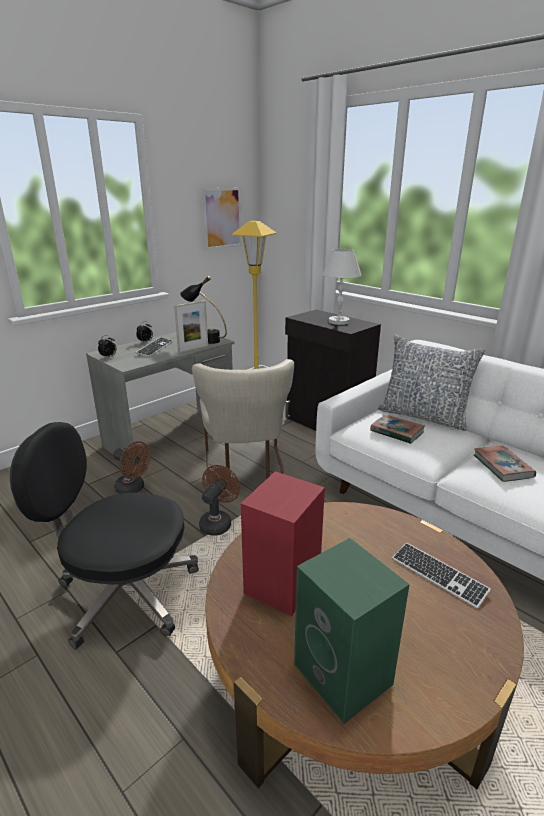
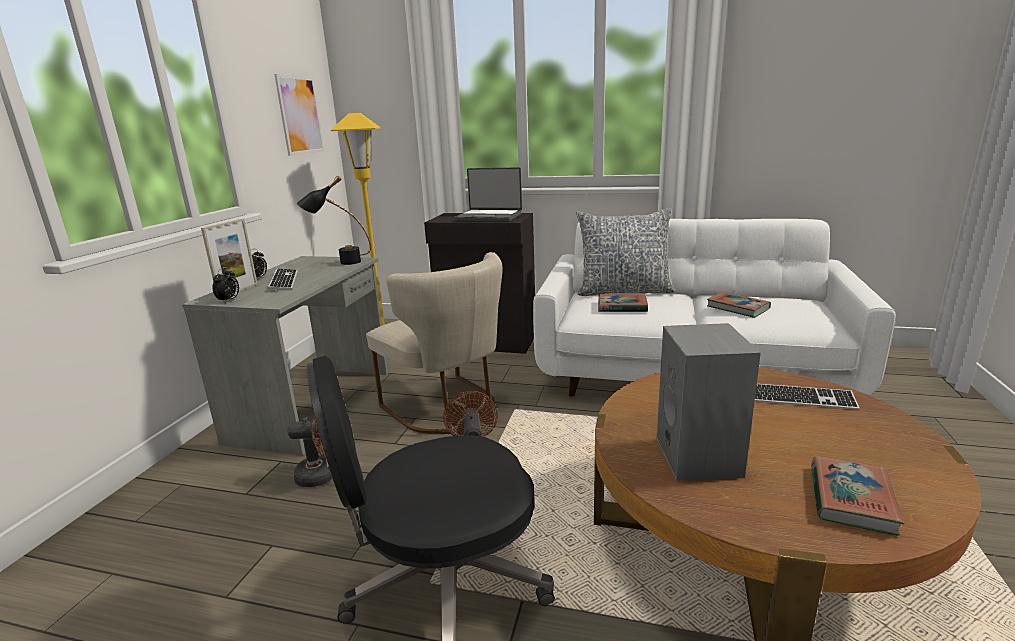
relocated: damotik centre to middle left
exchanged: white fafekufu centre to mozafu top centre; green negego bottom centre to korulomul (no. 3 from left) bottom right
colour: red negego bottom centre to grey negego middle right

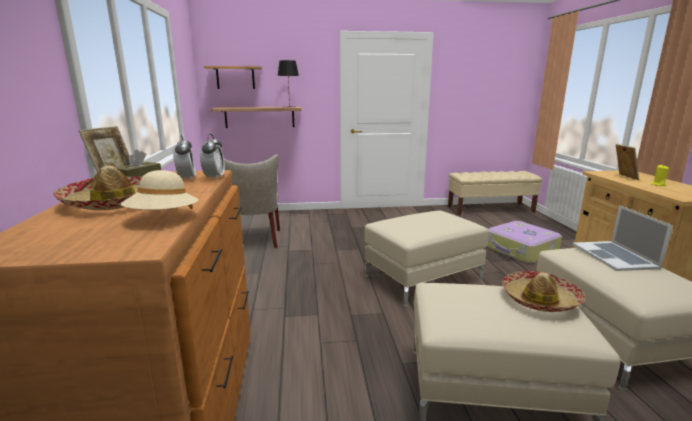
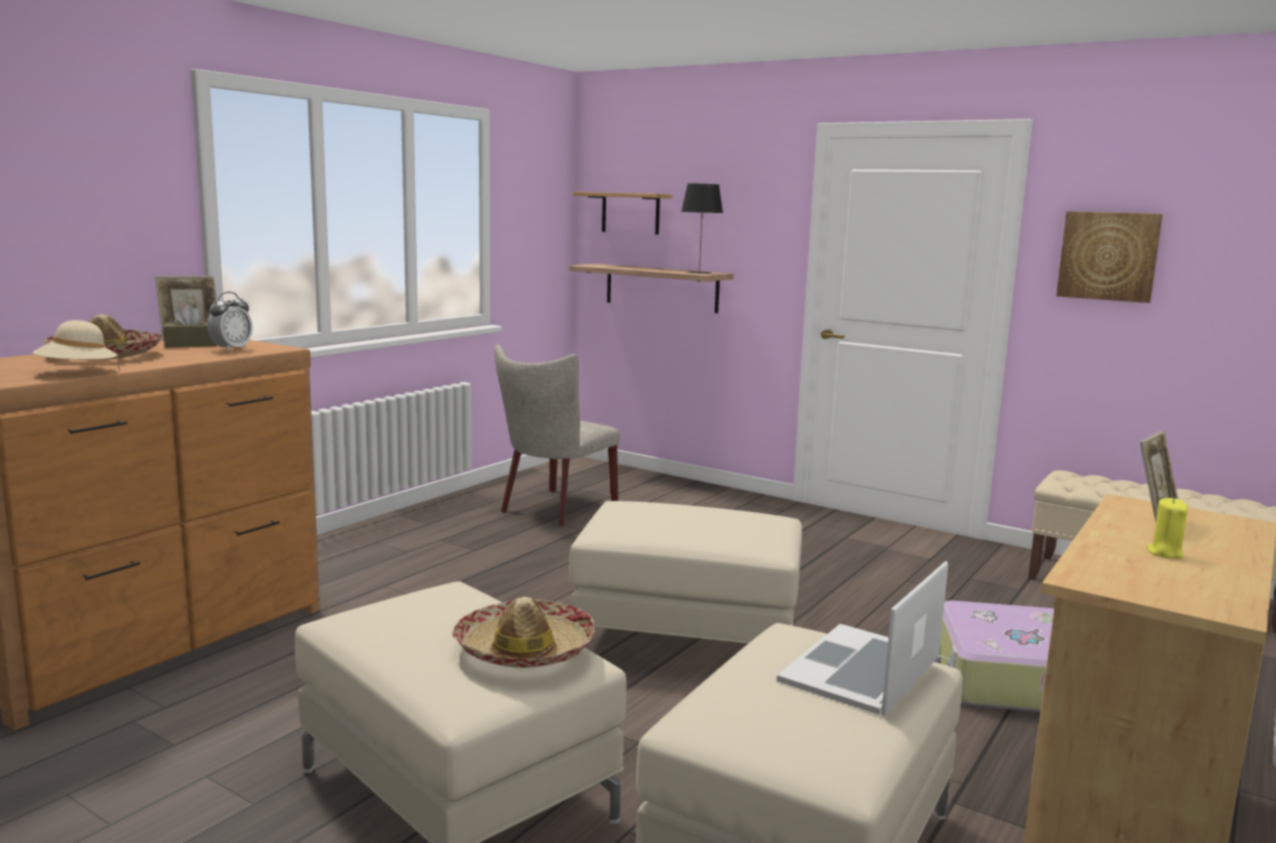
missing: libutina (no. 2 from left) middle left
appeared: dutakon top right

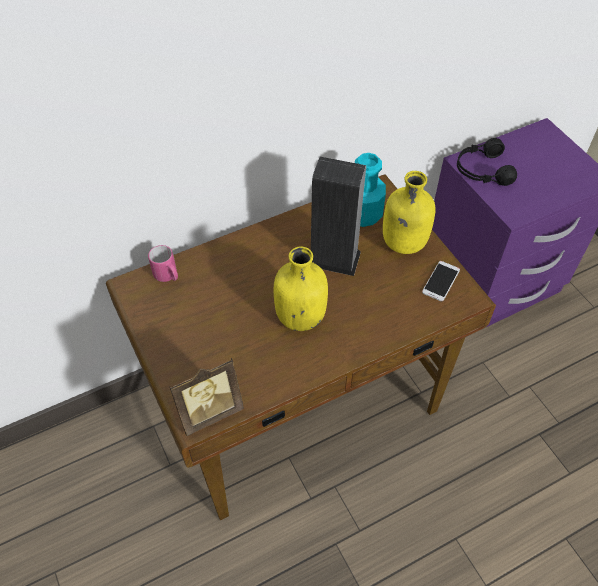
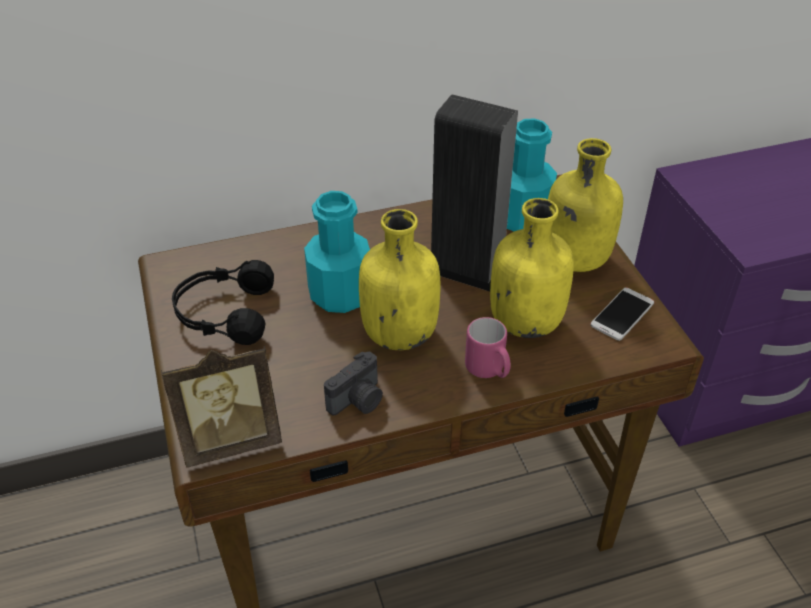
appeared: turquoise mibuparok (no. 1 from left) centre; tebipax centre; yellow mibuparok (no. 2 from left) centre
relocated: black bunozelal top right to middle left; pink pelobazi middle left to centre

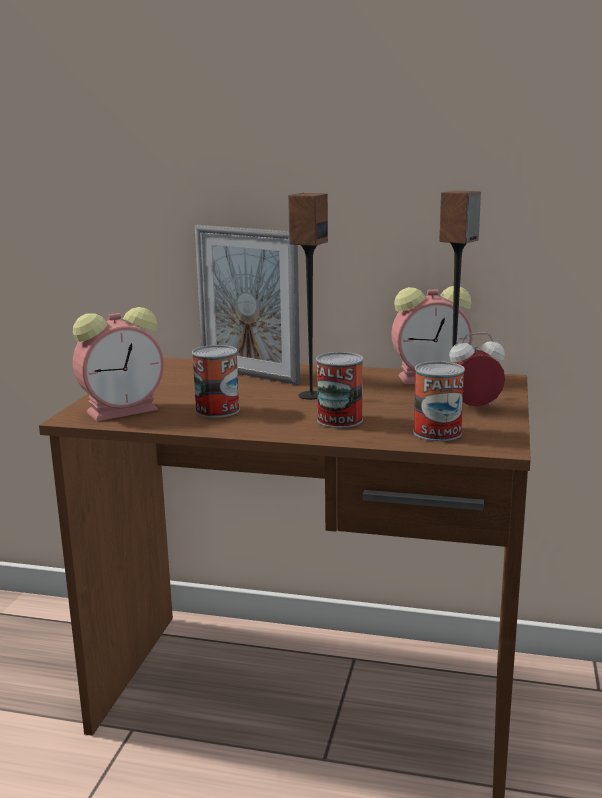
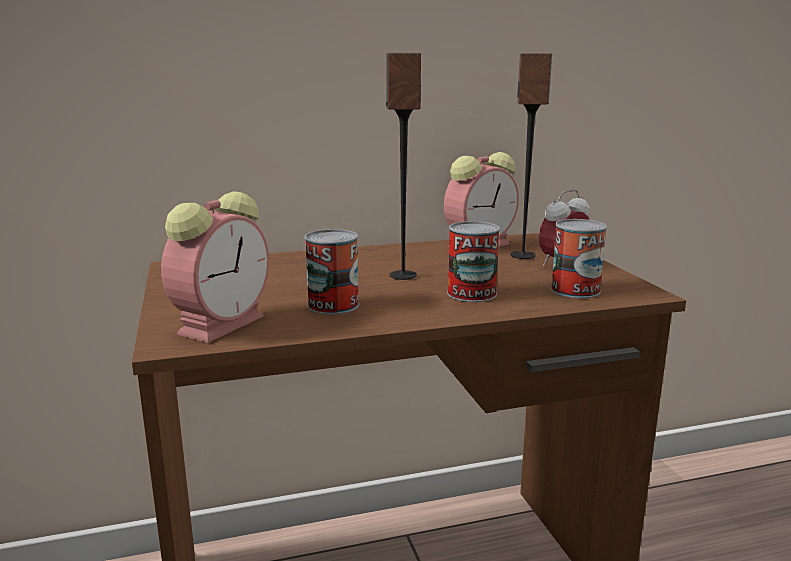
missing: damotik centre

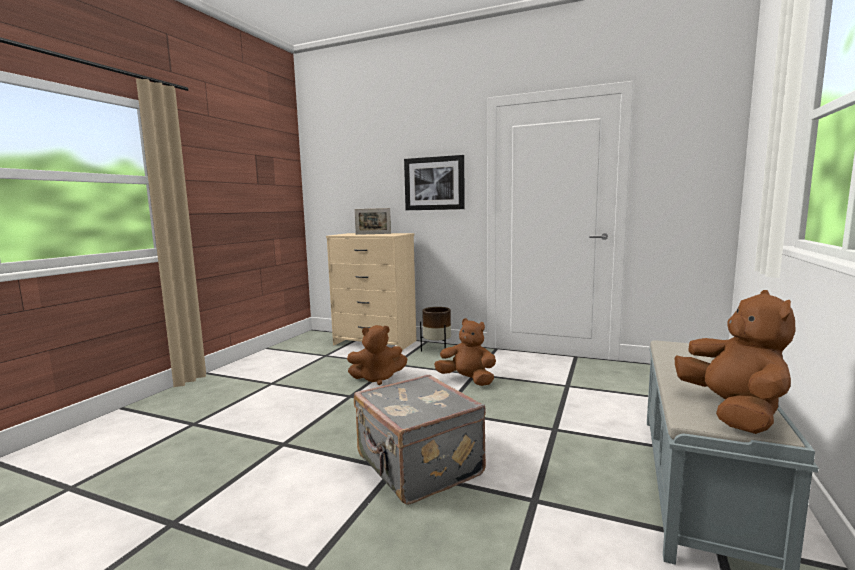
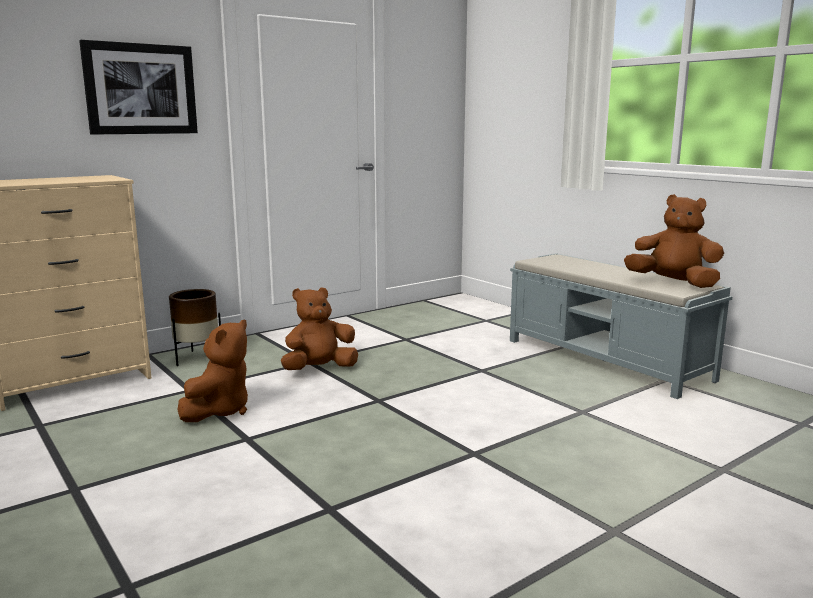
missing: damotik centre; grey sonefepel bottom centre

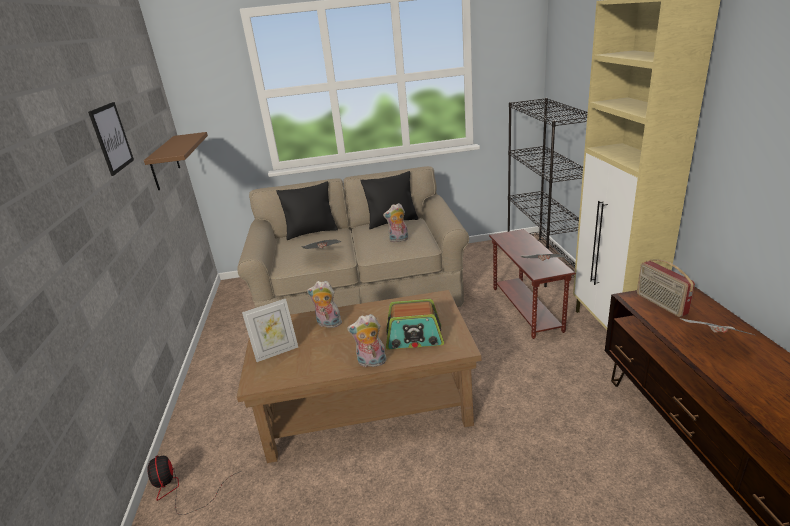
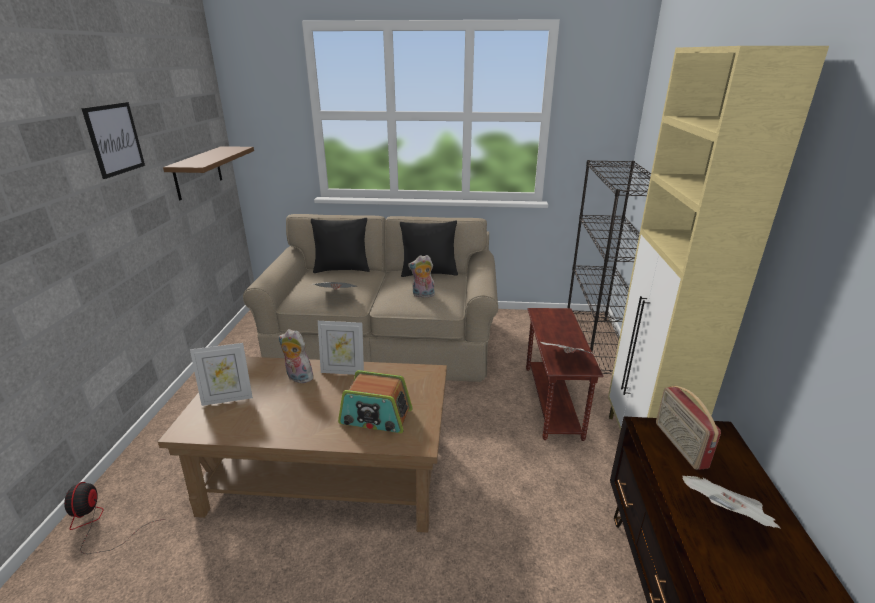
missing: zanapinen (no. 2 from left) centre
appeared: damotik (no. 2 from left) centre

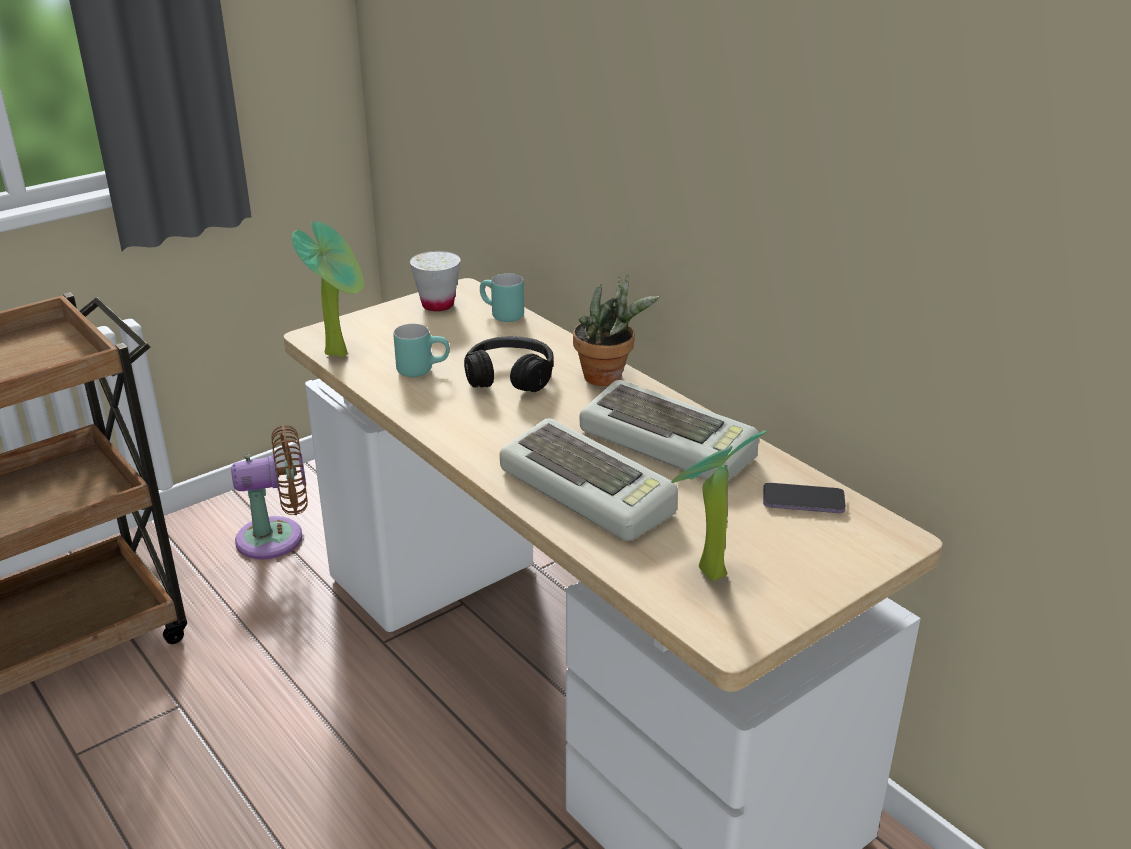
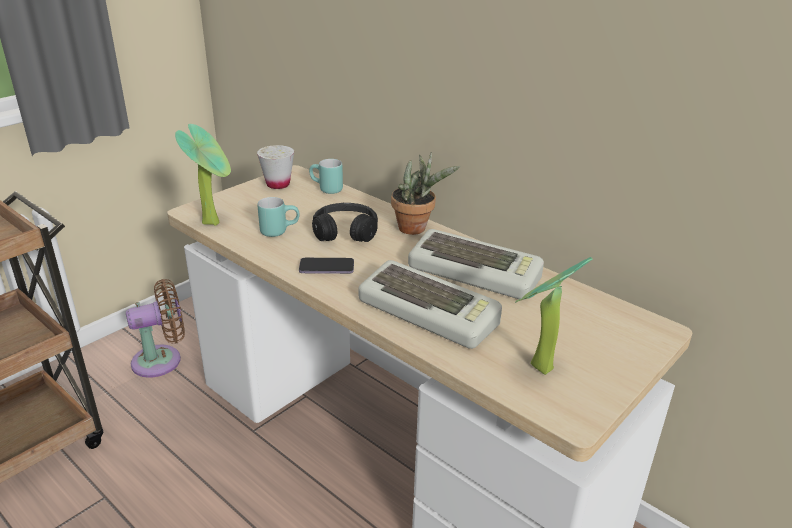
relocated: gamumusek middle right to centre

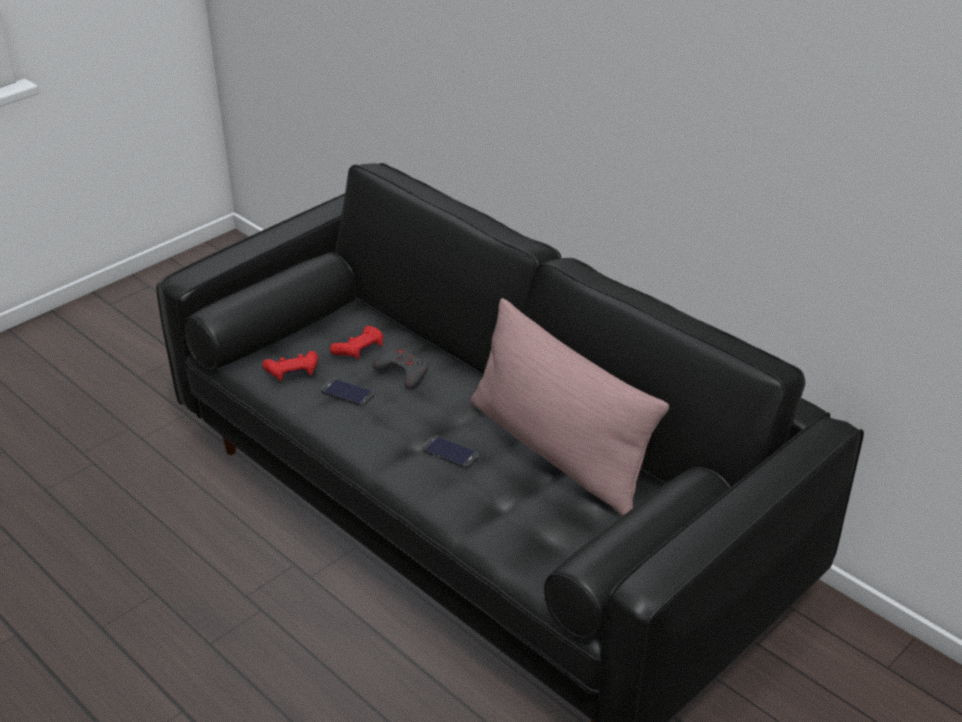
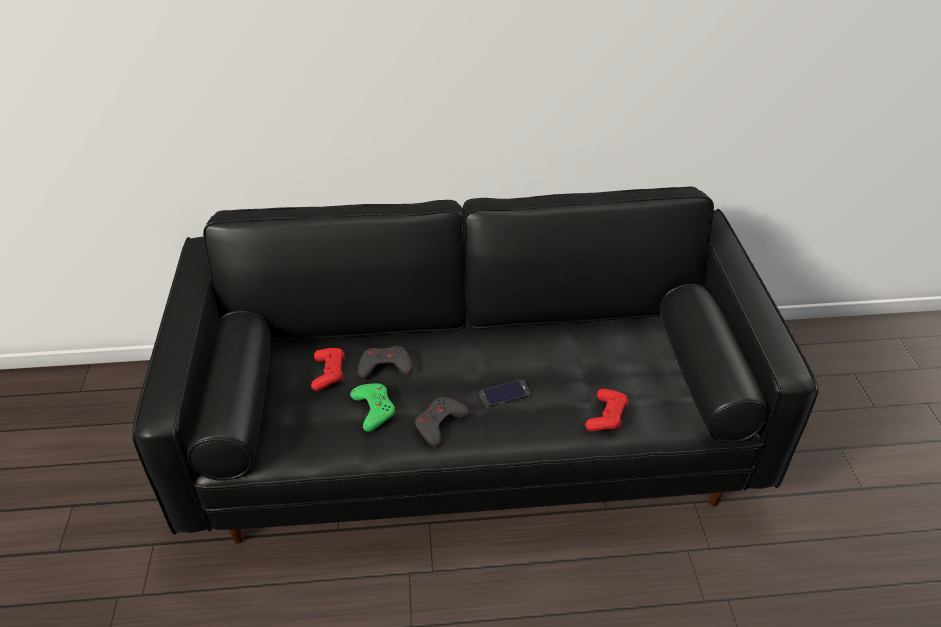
missing: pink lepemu centre
appeared: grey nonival (no. 2 from left) bottom centre
relocated: red nonival (no. 1 from left in the first image) middle left to red nonival (no. 2 from left) centre
exchanged: gamumusek (no. 1 from left) centre to green nonival centre

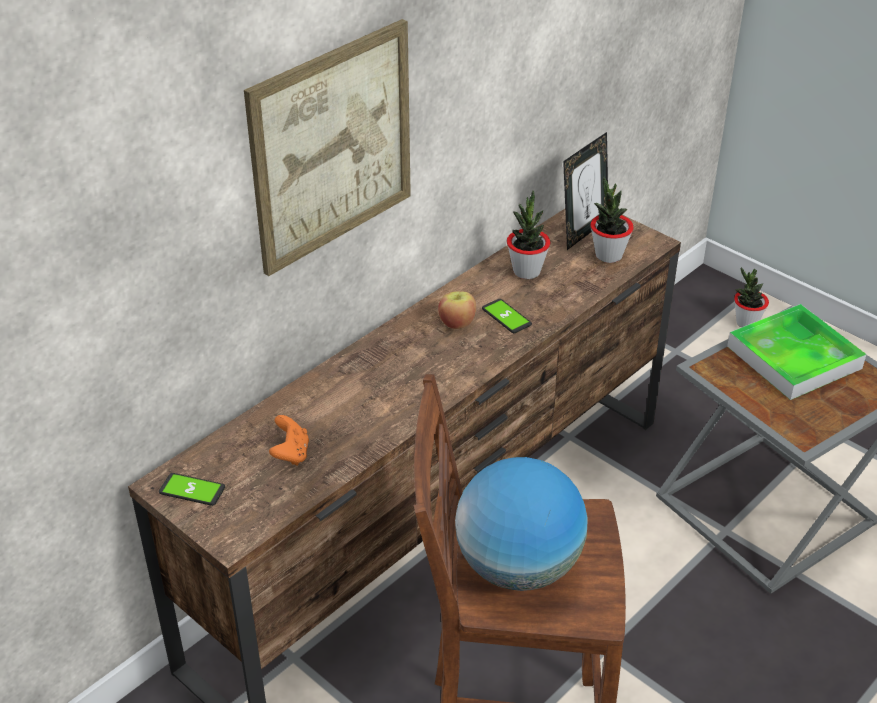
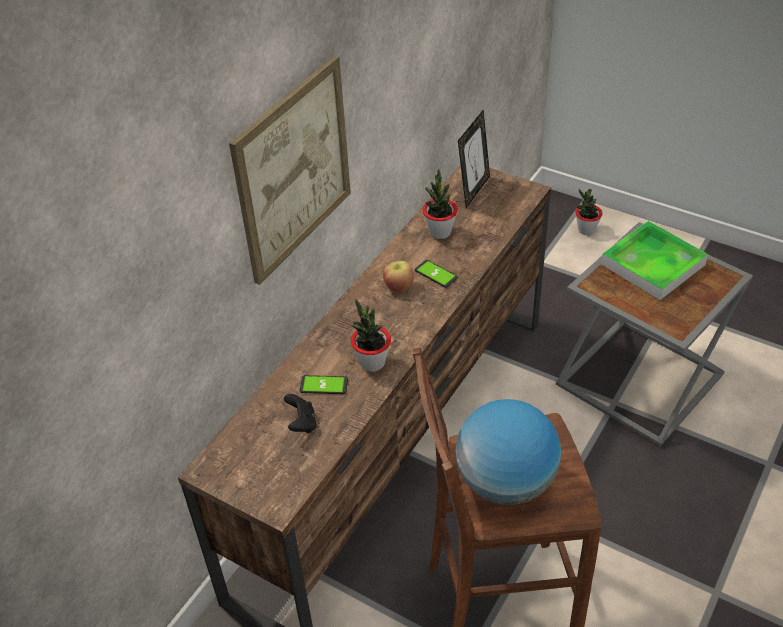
relocated: gamumusek (no. 1 from left) bottom left to centre; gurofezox (no. 2 from left in the first image) top right to gurofezox (no. 1 from left) centre
colour: orange nonival middle left to black nonival centre

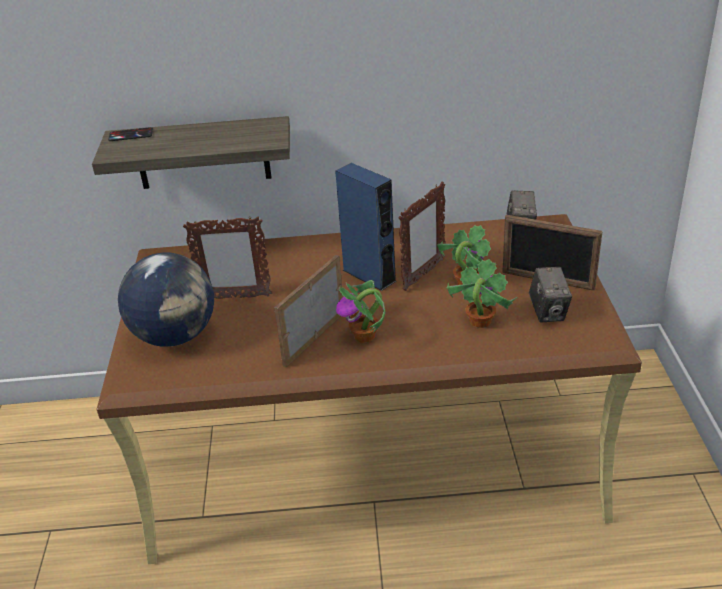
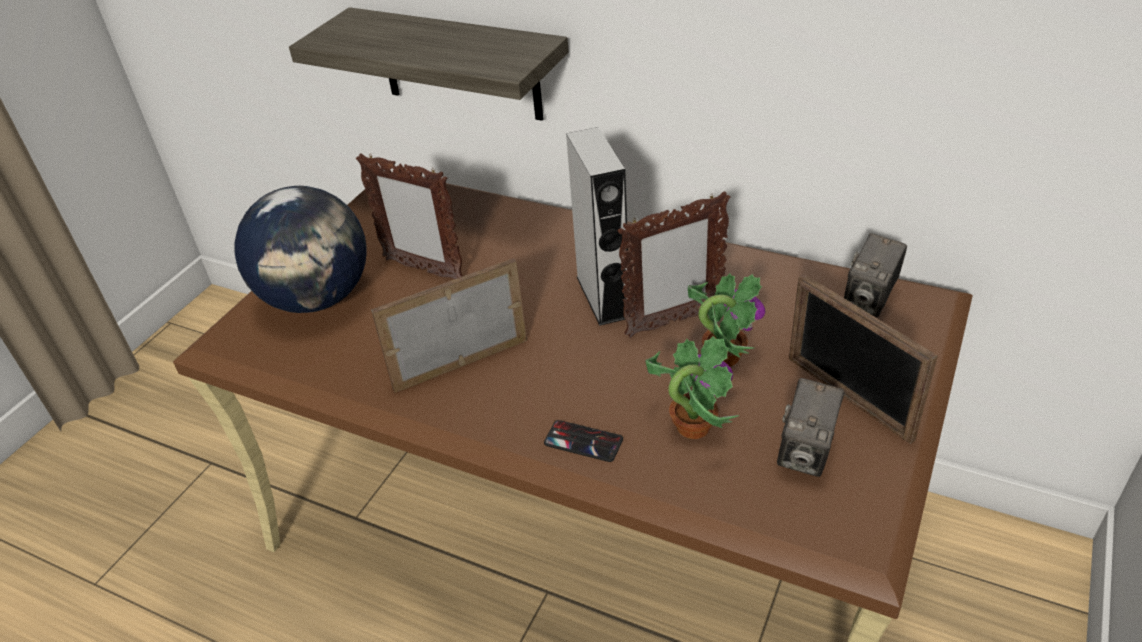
missing: gurofezox (no. 1 from left) centre
relocated: gamumusek top left to bottom centre
colour: blue negego centre to grey negego centre

